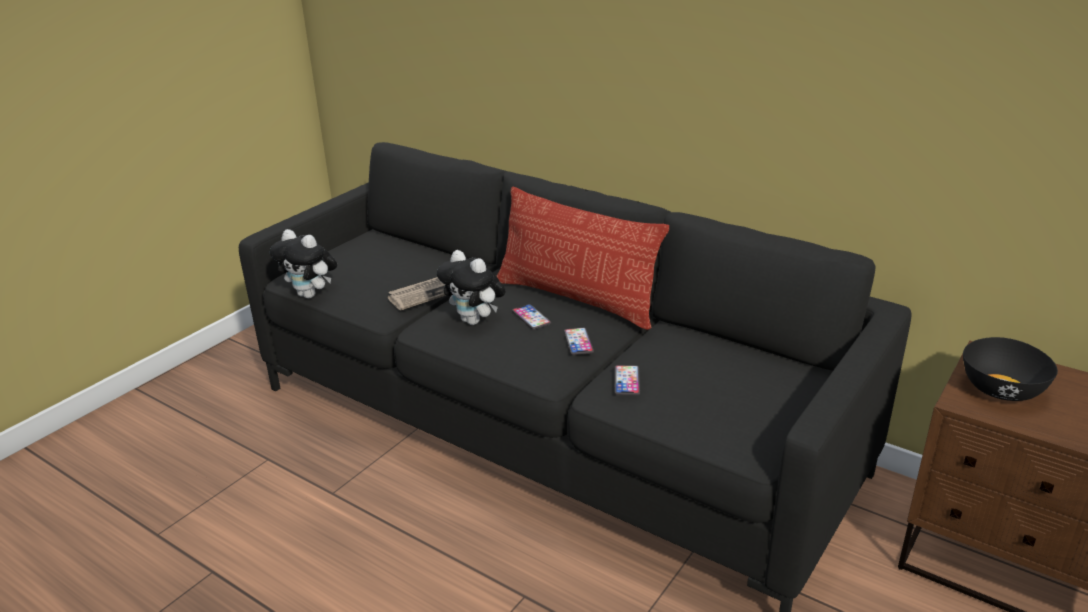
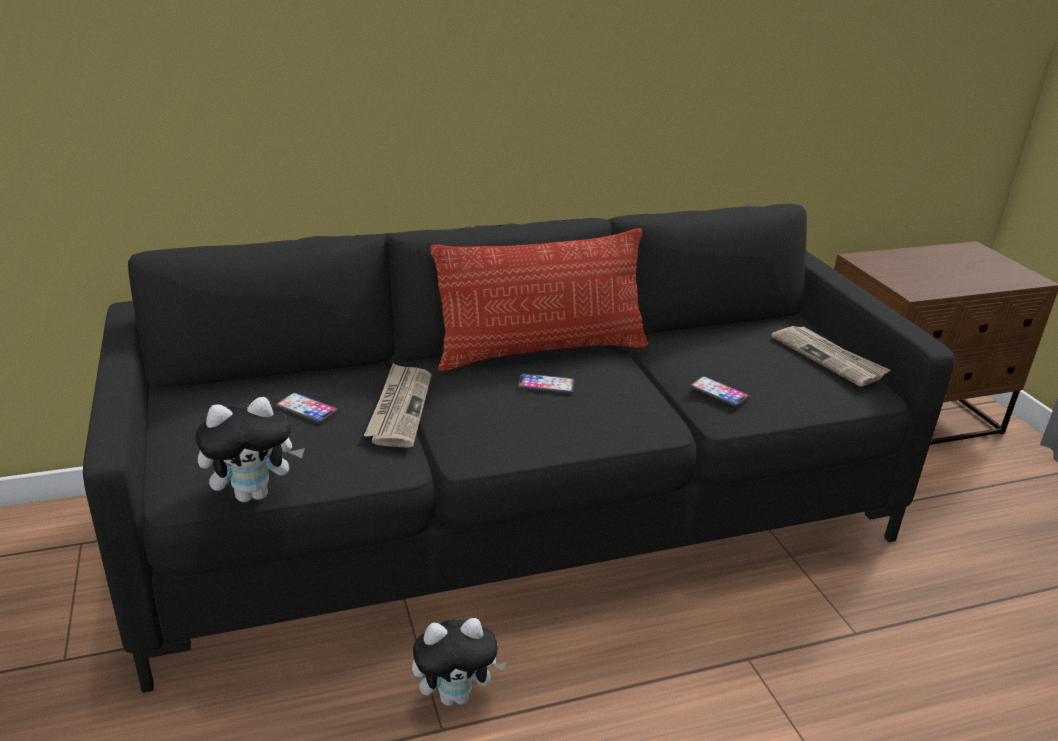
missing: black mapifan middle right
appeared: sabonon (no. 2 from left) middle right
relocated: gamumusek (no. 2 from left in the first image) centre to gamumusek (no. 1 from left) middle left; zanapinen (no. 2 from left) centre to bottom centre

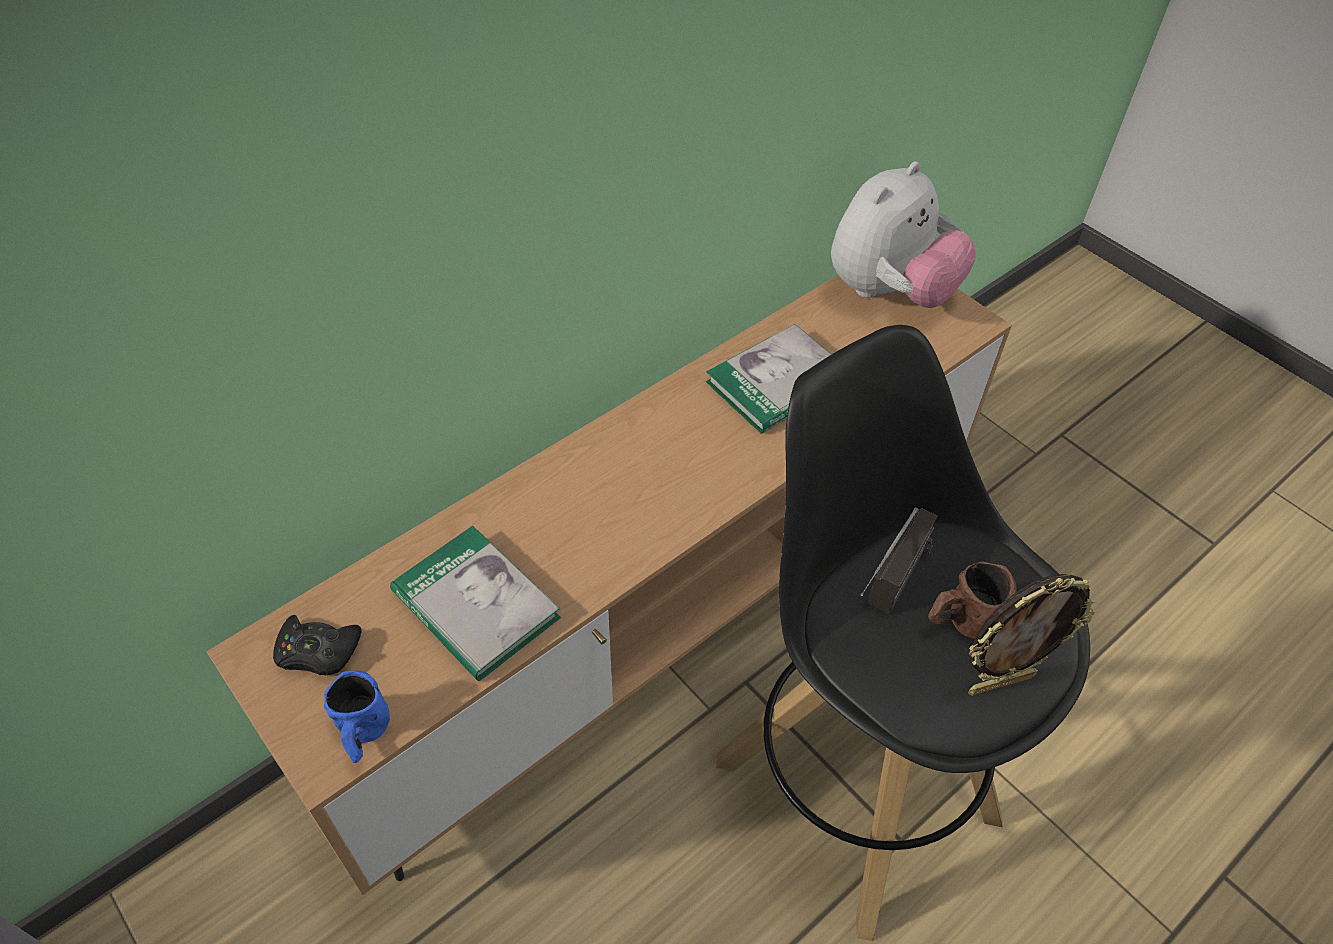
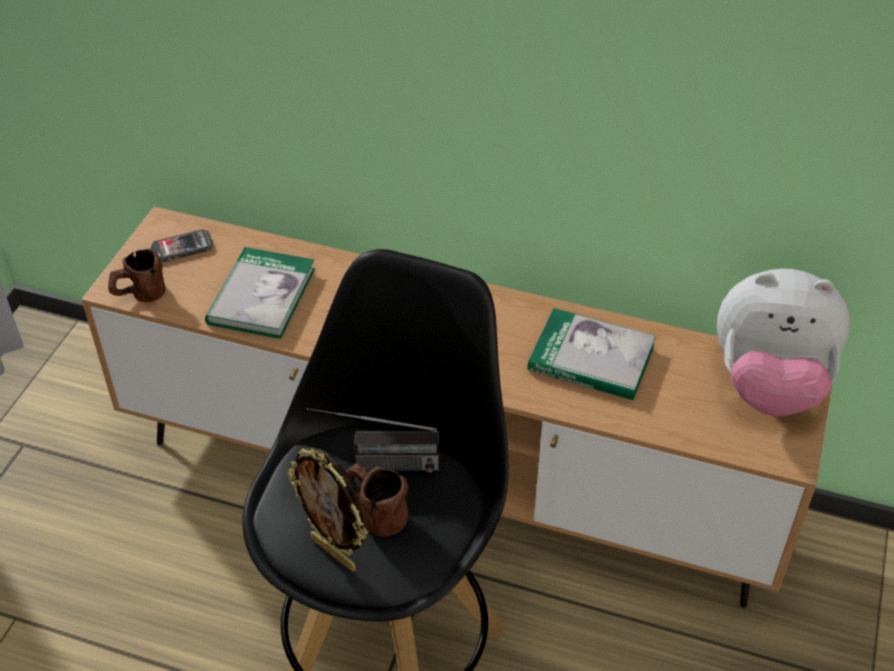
exchanged: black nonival bottom left to gamumusek middle left
colour: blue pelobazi bottom left to brown pelobazi (no. 1 from left) middle left

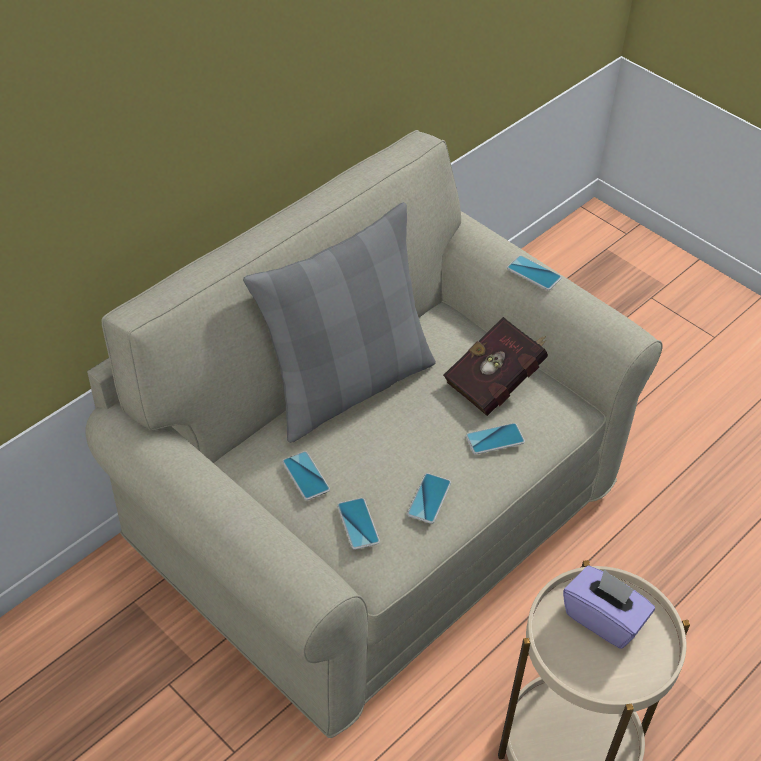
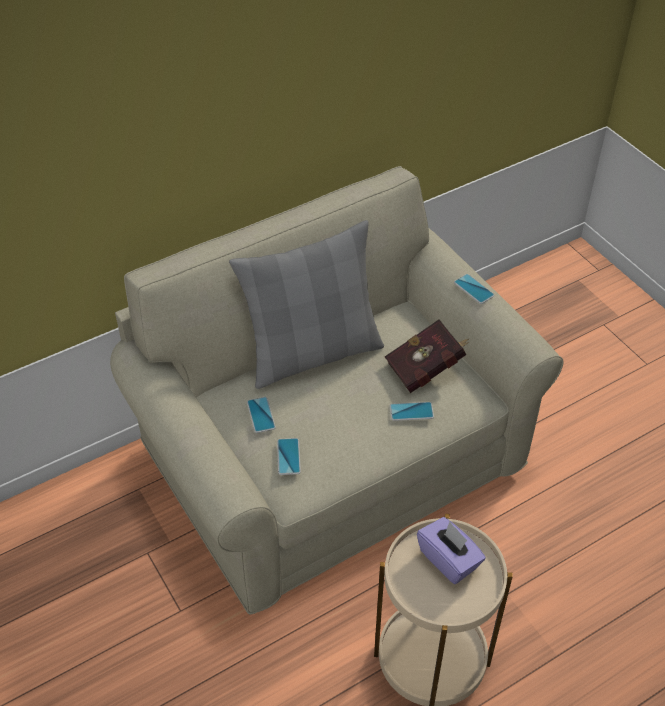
missing: gamumusek (no. 3 from left) centre

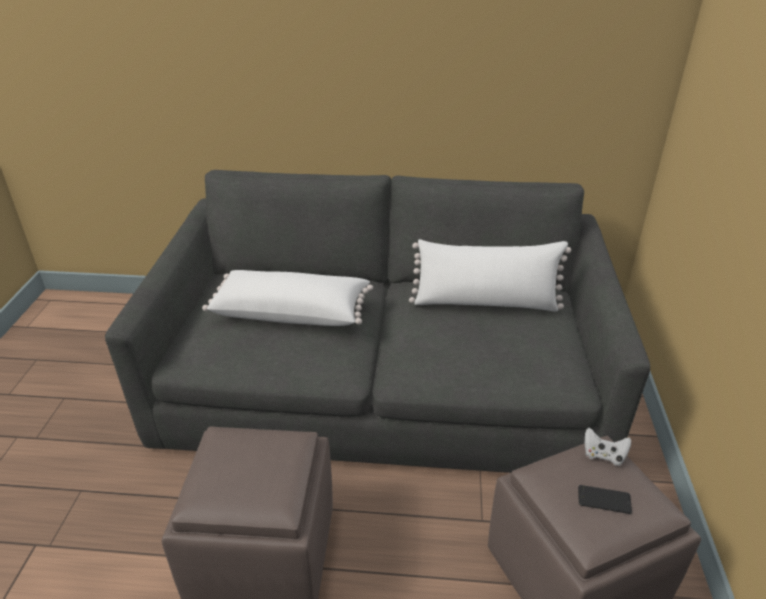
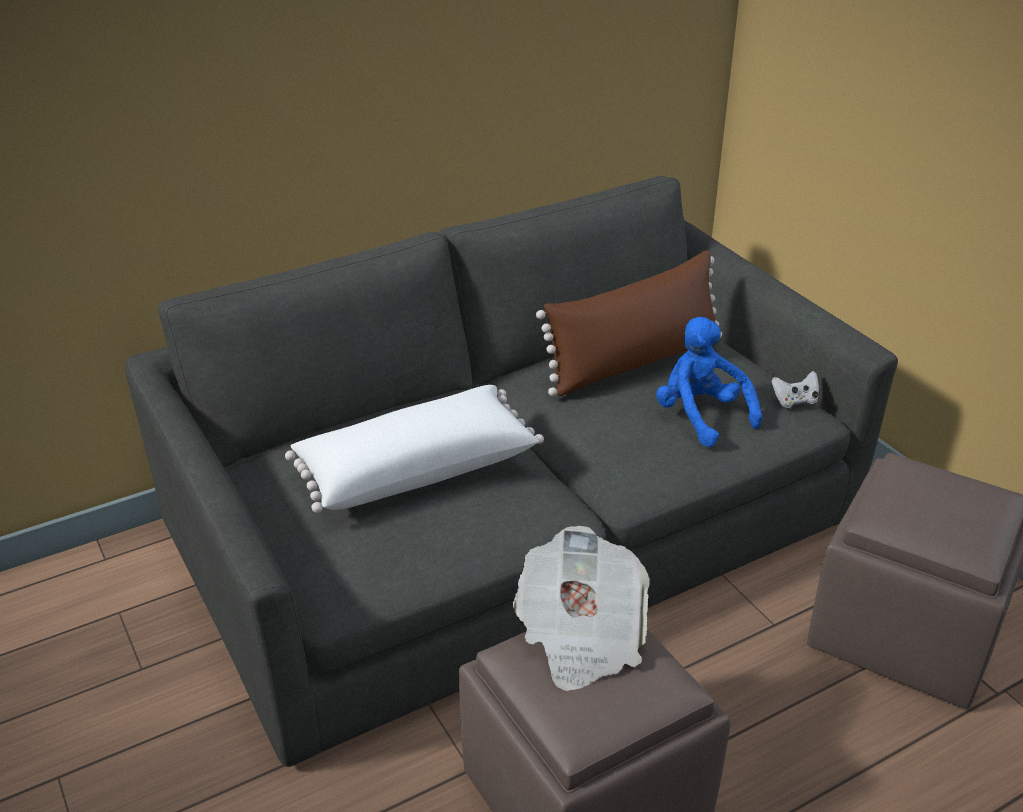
missing: gamumusek bottom right
appeared: sabonon bottom centre; blue zanapinen middle right
relocated: white nonival bottom right to middle right
colour: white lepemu (no. 2 from left) centre to brown lepemu centre

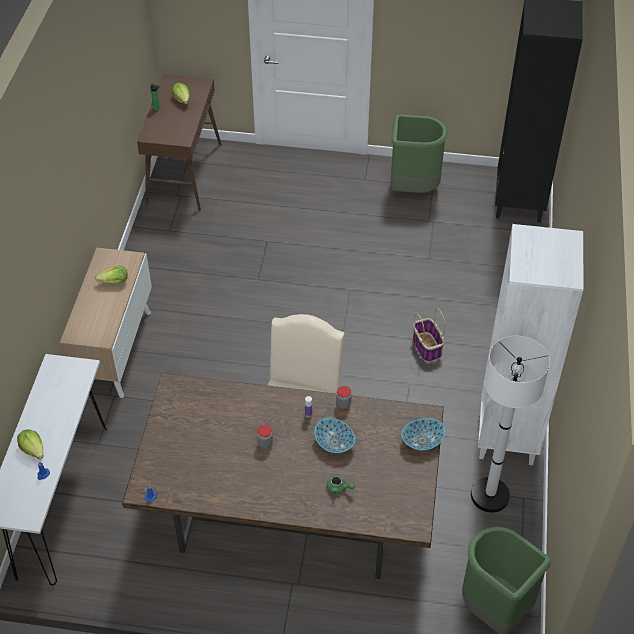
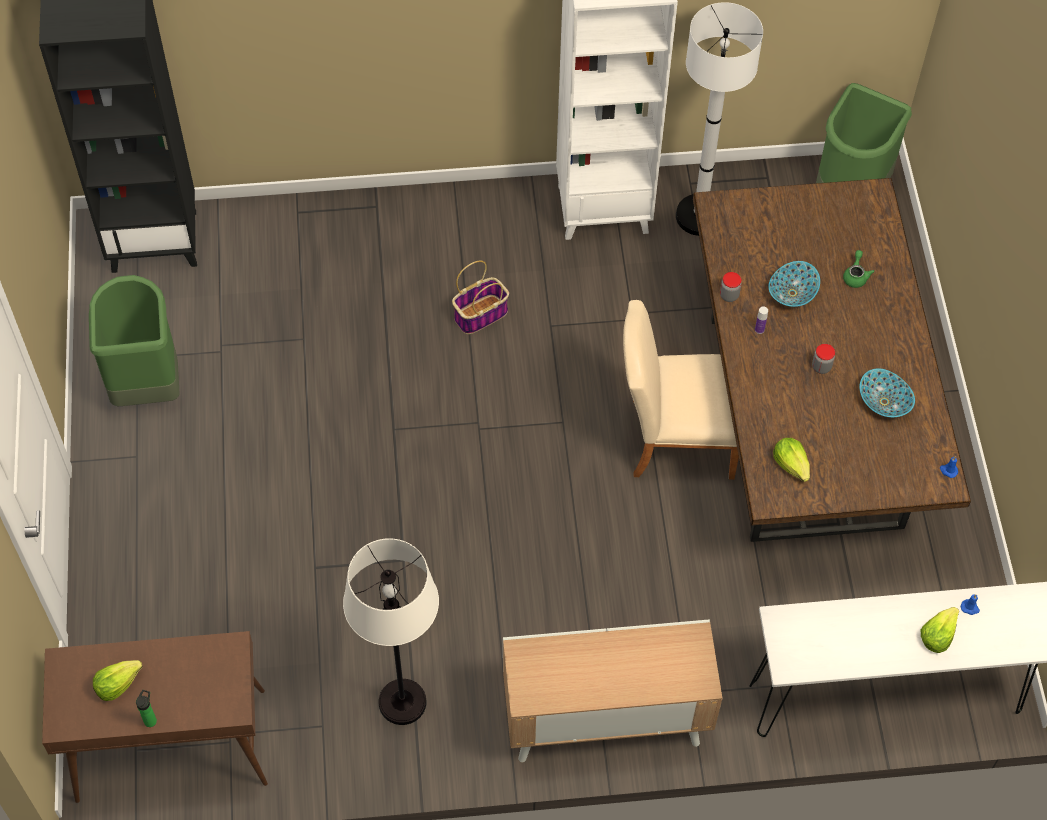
appeared: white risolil (no. 1 from left) bottom centre
relocated: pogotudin (no. 2 from left) middle left to middle right; mapifan (no. 2 from left) bottom right to middle right

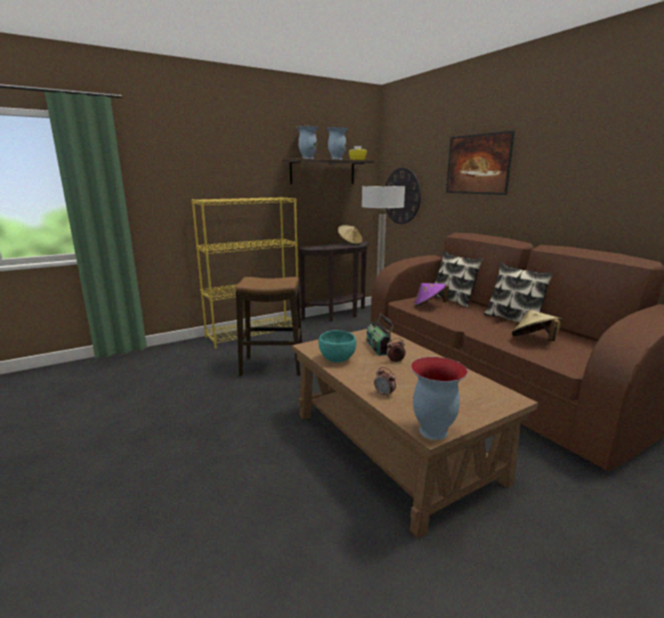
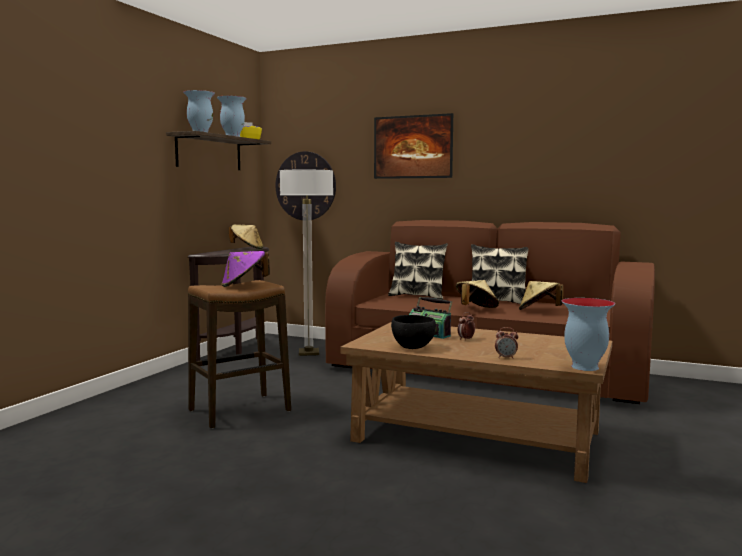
missing: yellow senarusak centre
appeared: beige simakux (no. 2 from left) centre
relocated: purple simakux centre to middle left
colour: turquoise mapifan centre to black mapifan centre

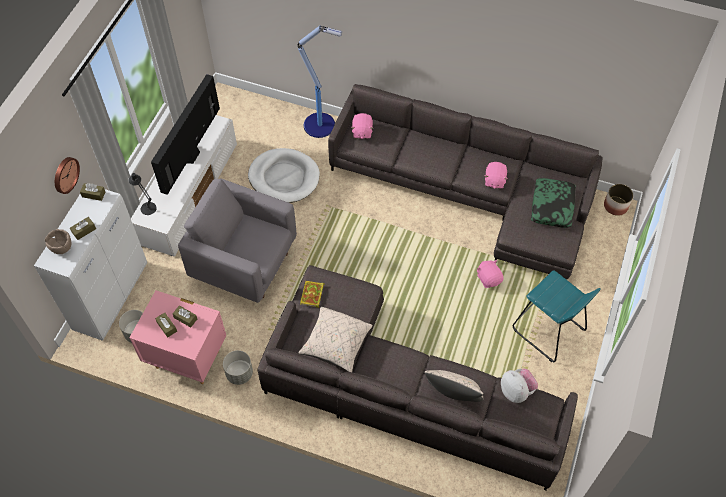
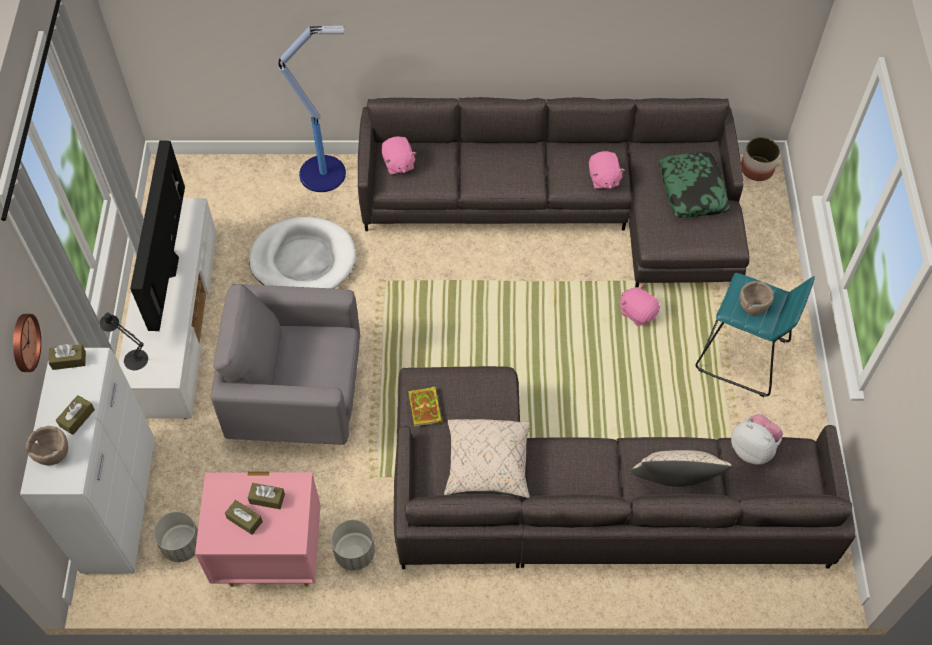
appeared: brown mapifan (no. 2 from left) middle right

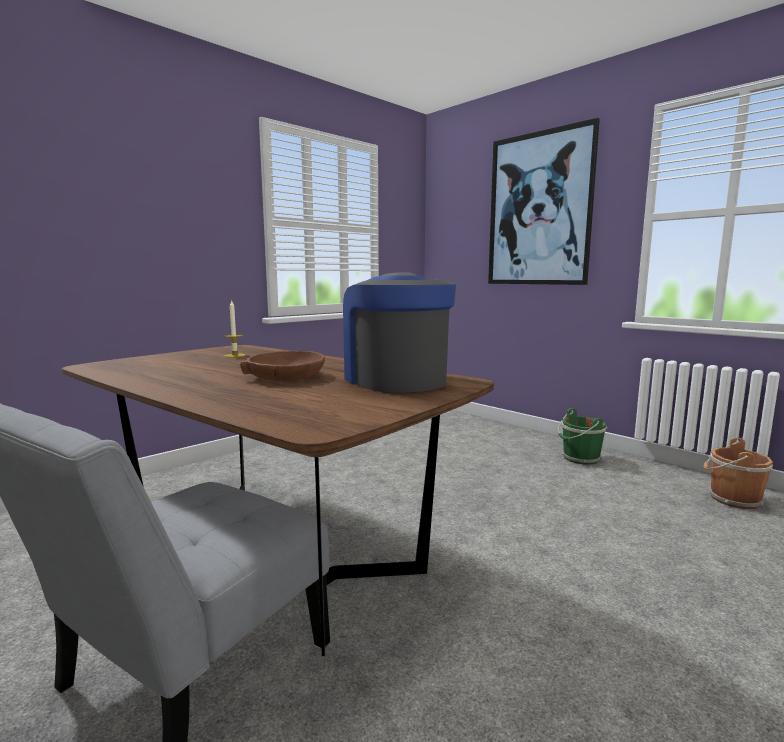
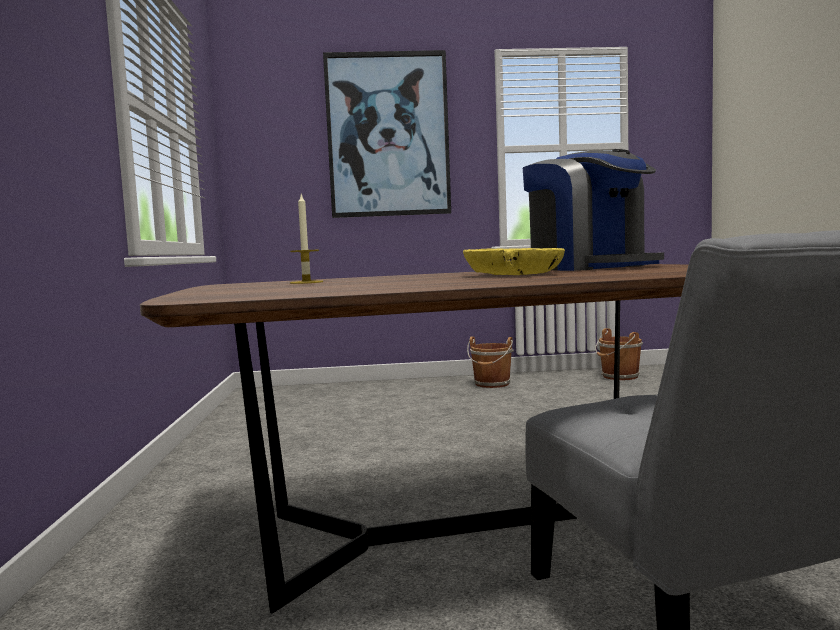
colour: brown mapifan centre to yellow mapifan centre; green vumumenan middle right to brown vumumenan (no. 1 from left) centre
spun: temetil centre = middle right 135 degrees counterclockwise

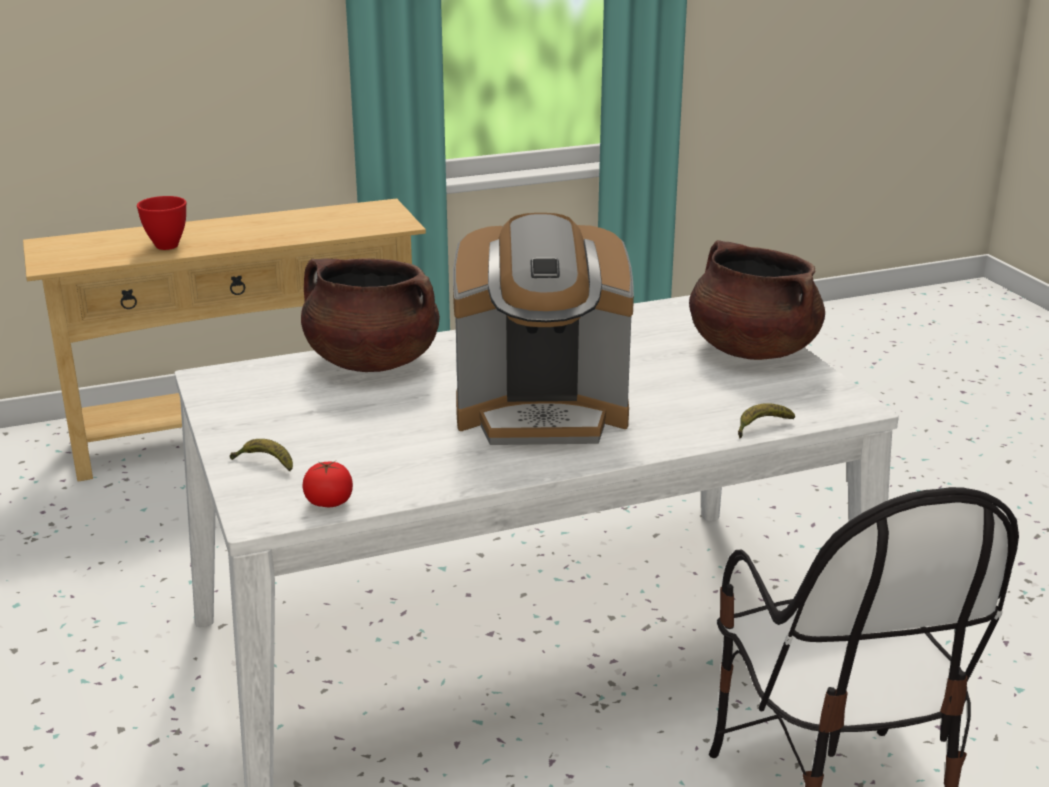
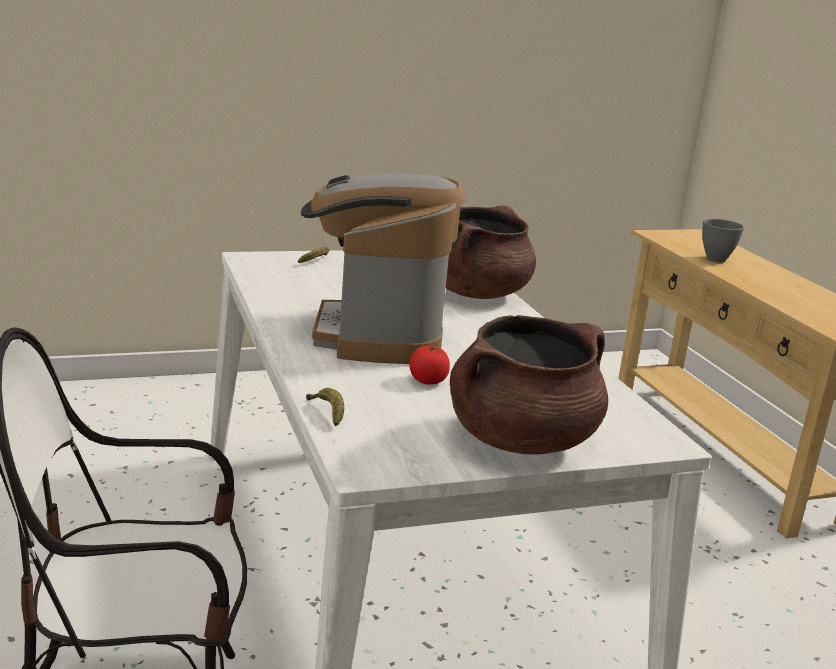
relocated: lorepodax middle left to centre
colour: red mapifan top left to grey mapifan middle right

